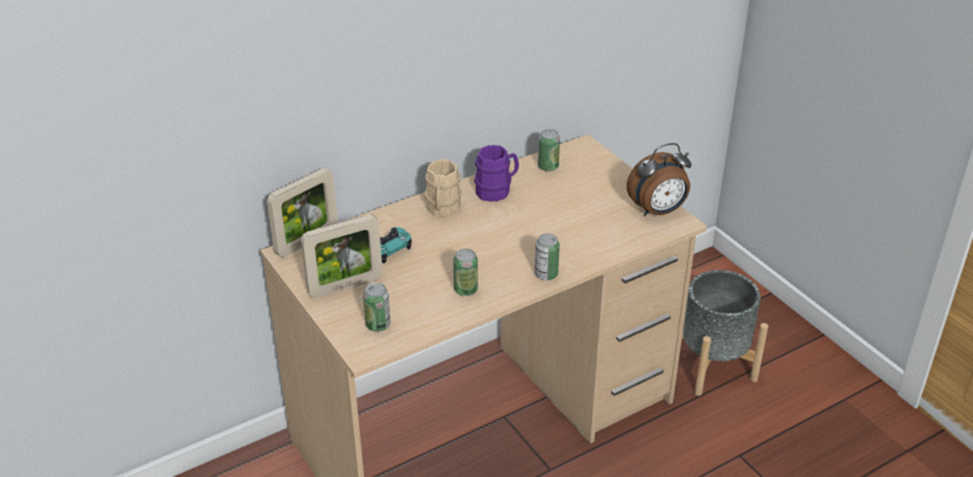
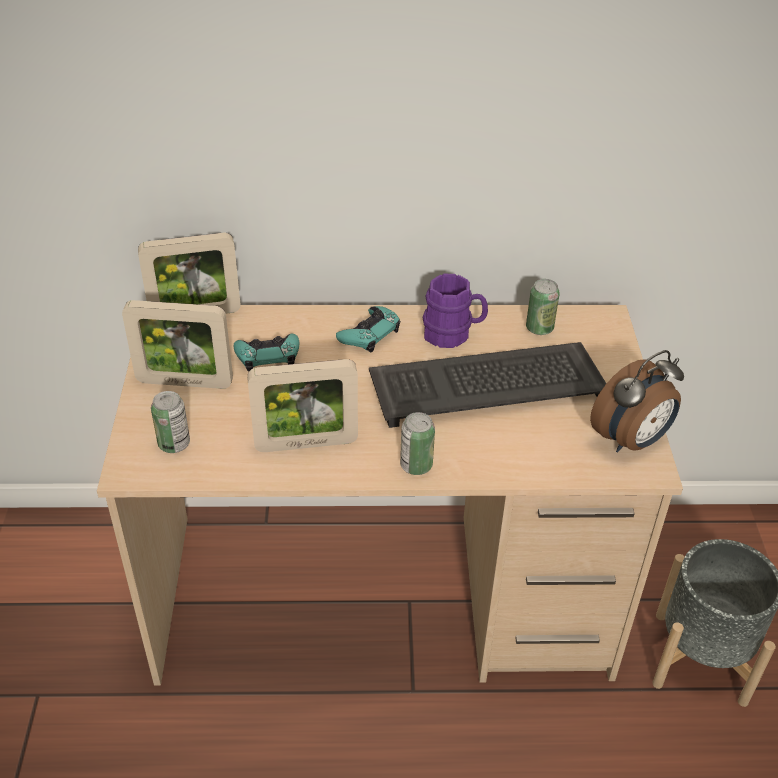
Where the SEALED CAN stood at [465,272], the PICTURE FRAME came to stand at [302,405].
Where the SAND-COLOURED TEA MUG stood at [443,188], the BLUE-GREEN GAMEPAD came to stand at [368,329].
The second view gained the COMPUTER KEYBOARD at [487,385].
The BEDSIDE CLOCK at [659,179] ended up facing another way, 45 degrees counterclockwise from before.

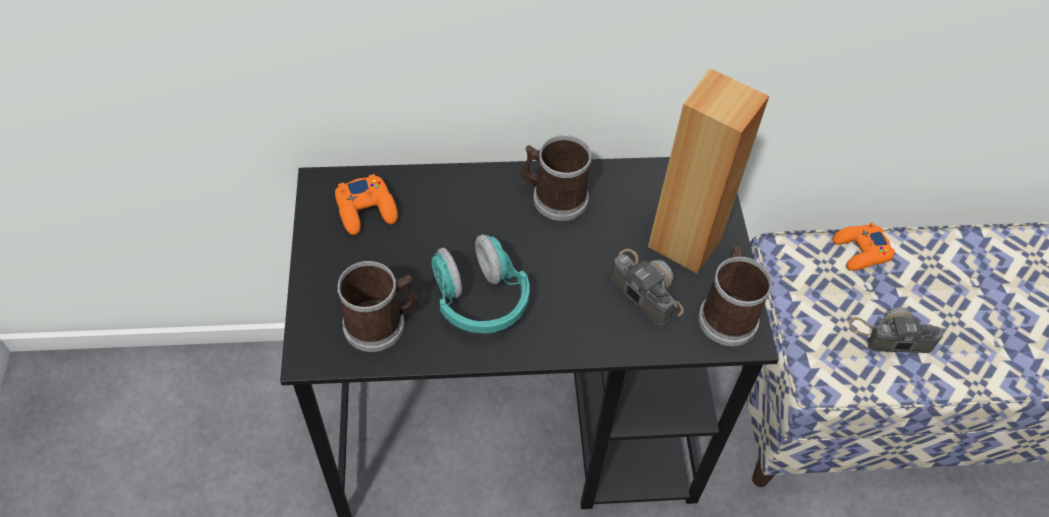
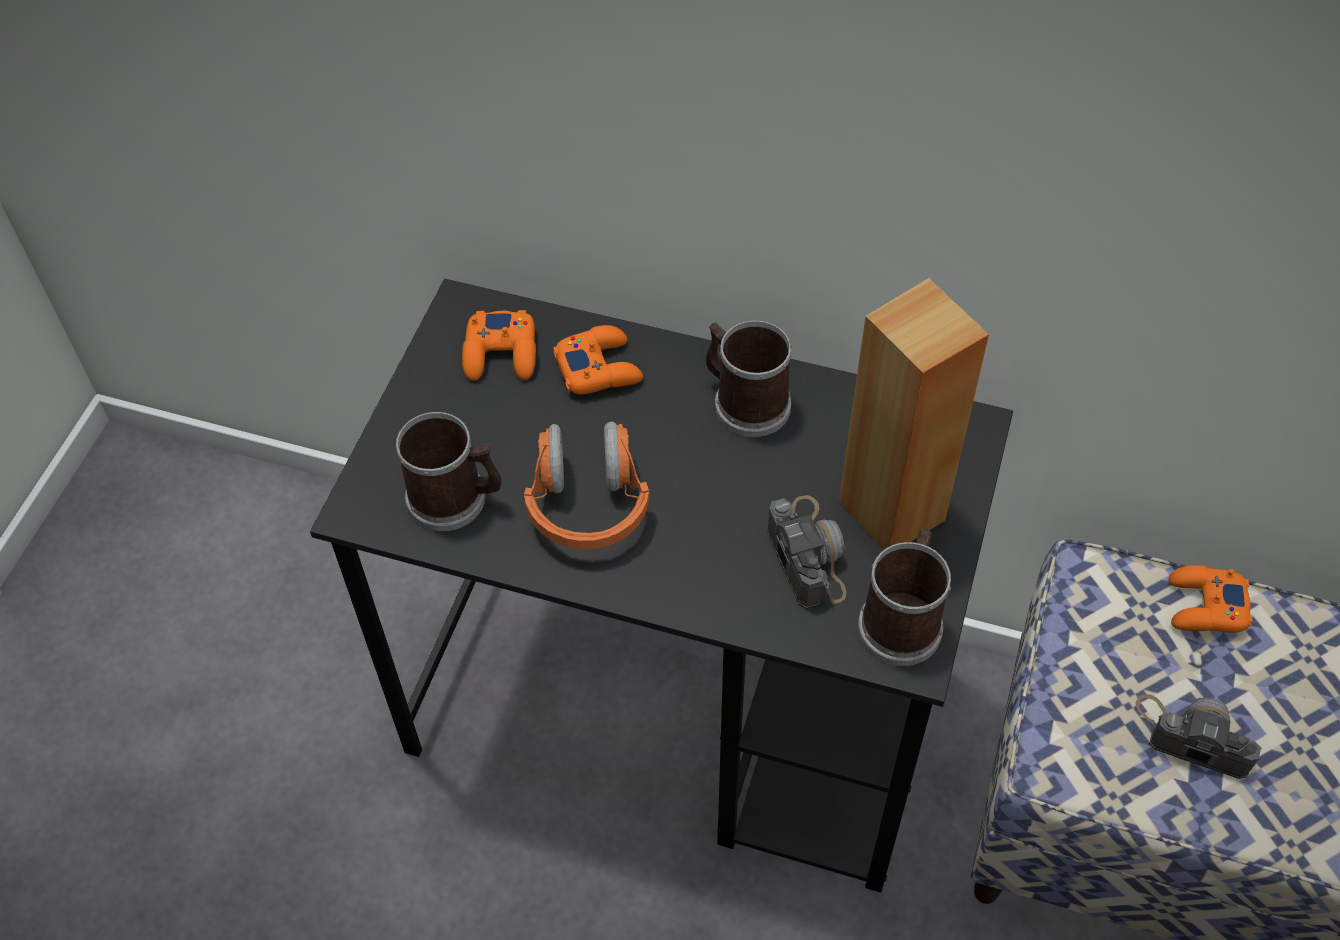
What was the BLUE-GREEN HEADSET at [480,283] turned into the ORANGEY HEADSET at [586,485].
The second view gained the ORANGEY GAMEPAD at [598,360].

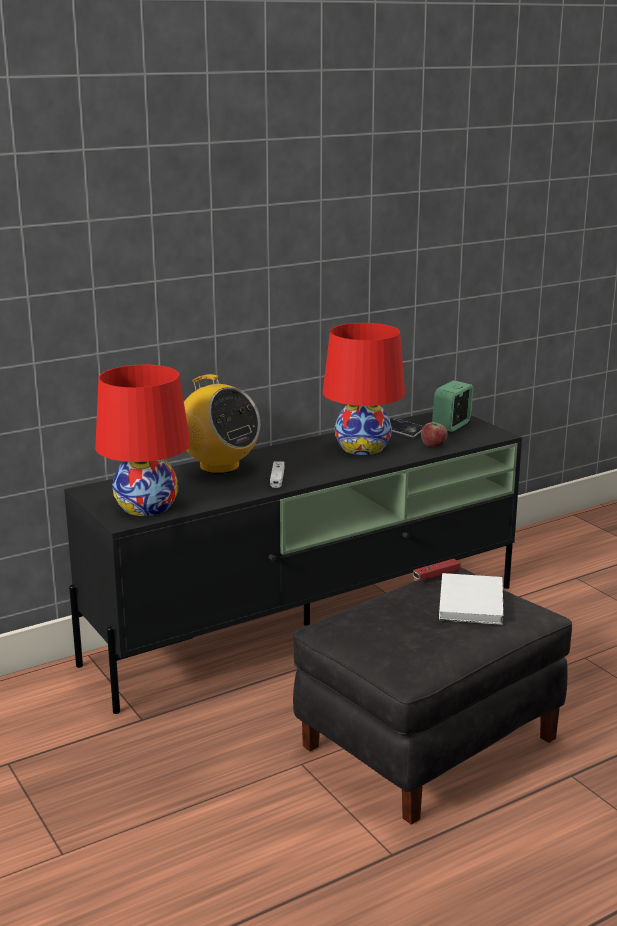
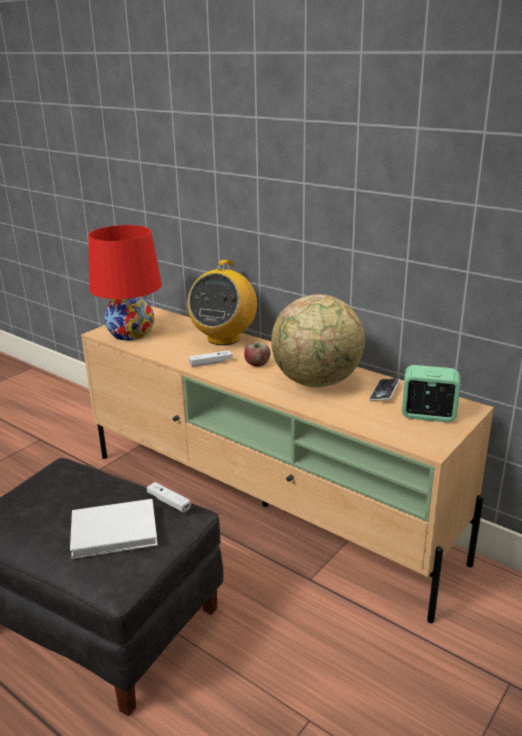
What was the BLACK-COLOURED MEDIA CONSOLE at [293,563] turned into the SAND-COLOURED MEDIA CONSOLE at [287,464].
What was the RED-COLOURED GAMEPAD at [437,569] turned into the WHITE-COLOURED GAMEPAD at [169,497].
The APPLE ended up elsewhere, having gone from [434,434] to [257,354].
Where the RED-COLOURED LAMP FOR A TABLE stood at [364,389], the GLOBE came to stand at [318,340].

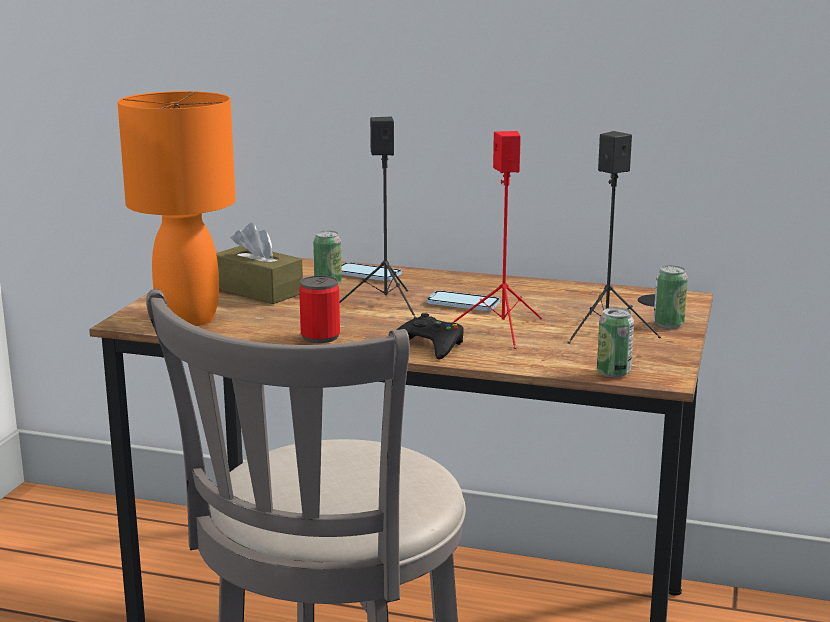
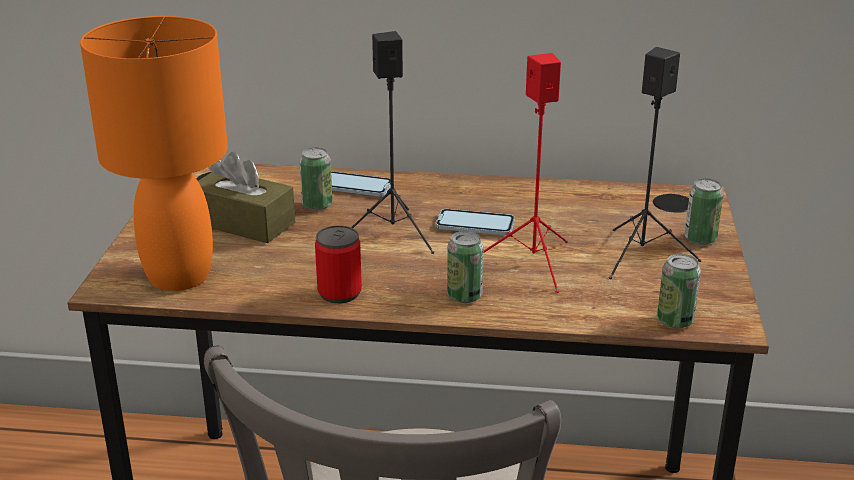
Where the BLACK-COLOURED GAMEPAD stood at [430,336], the SEALED CAN came to stand at [465,267].

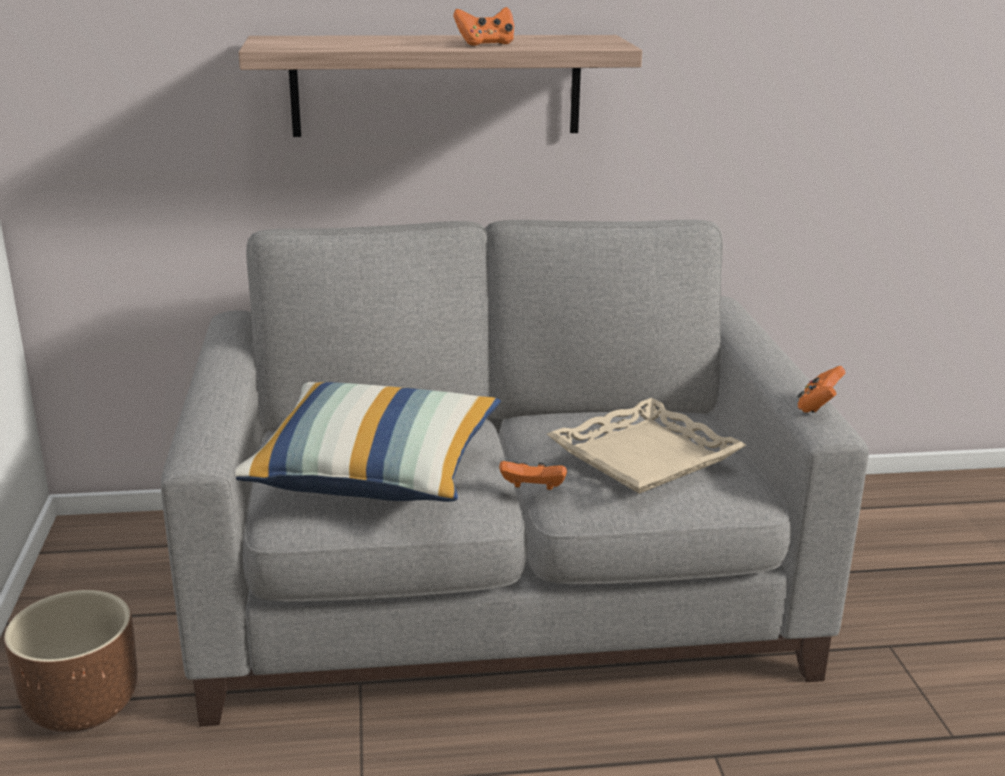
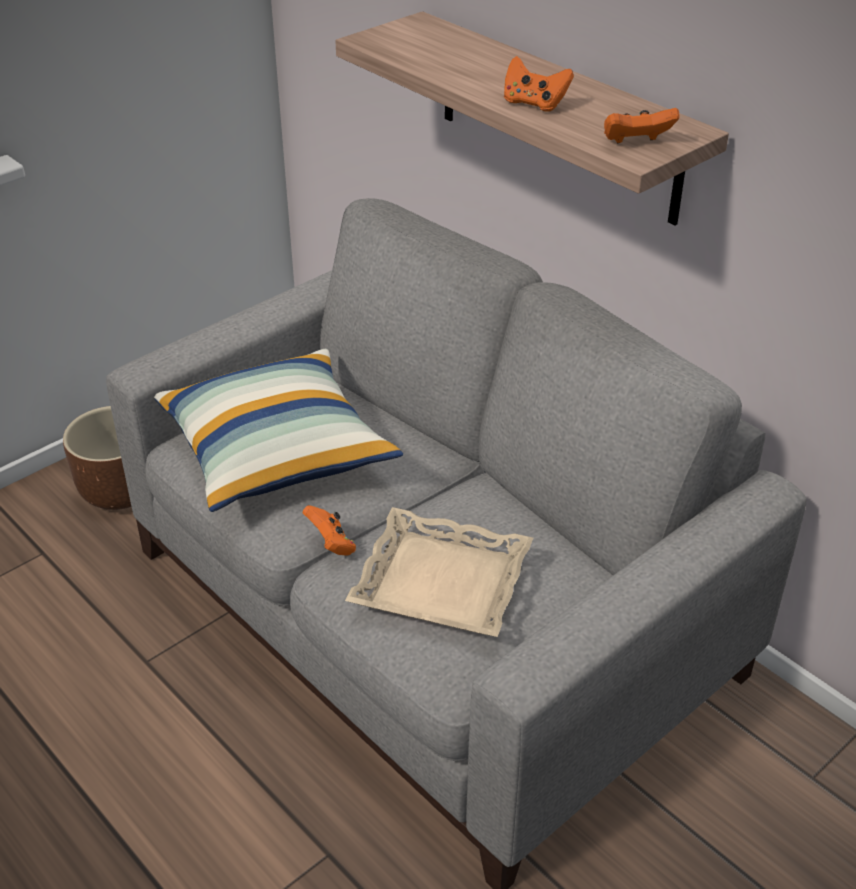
The ORANGEY GAMEPAD ended up elsewhere, having gone from [821,389] to [642,125].

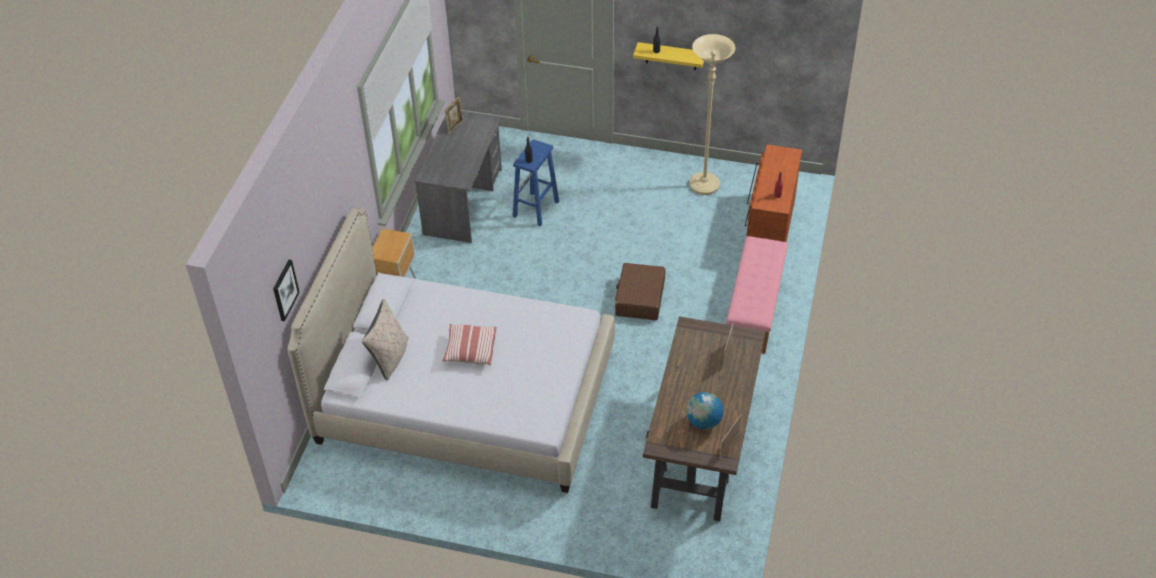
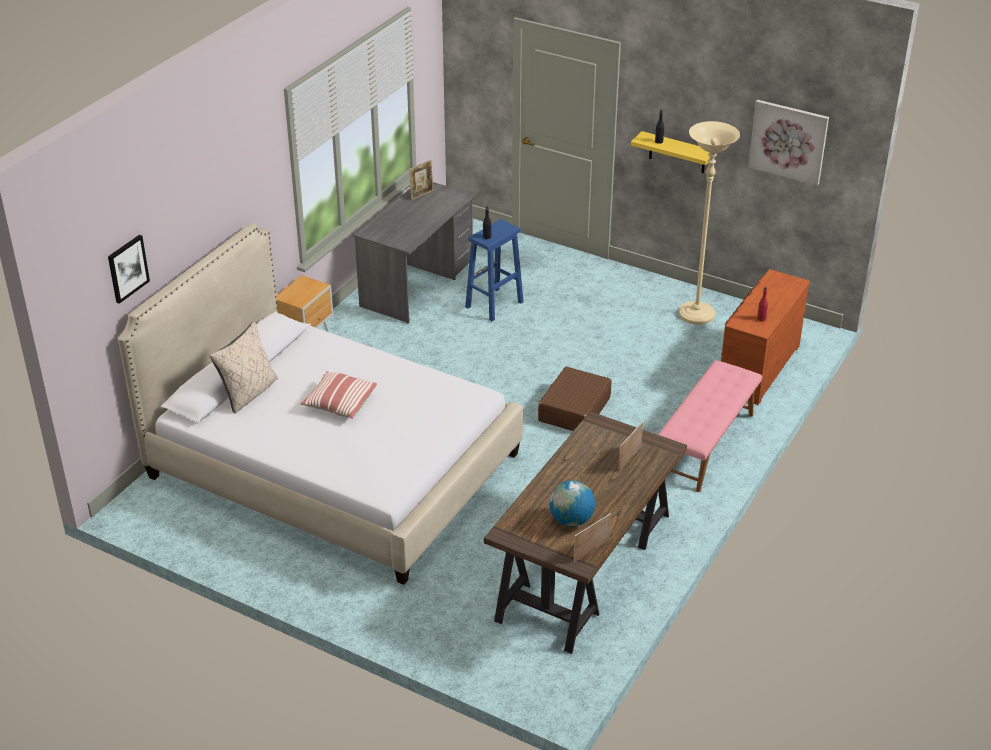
The second view gained the PICTURE at [788,143].

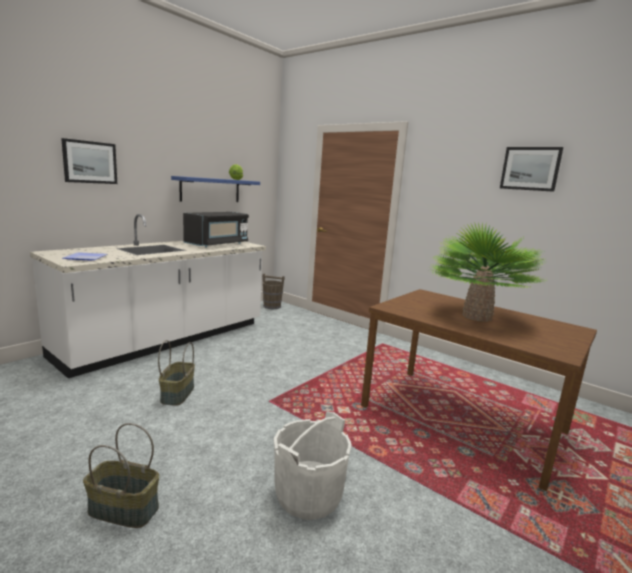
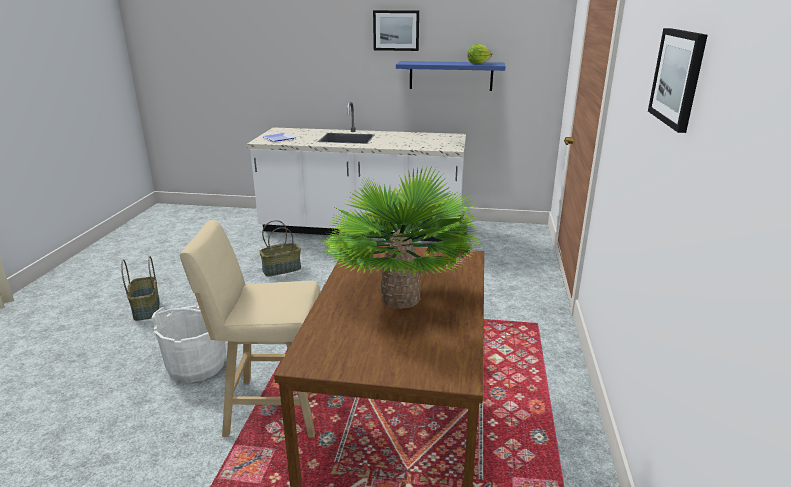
The second view gained the SAND-COLOURED SITTING STOOL at [250,328].
The PICTURE ended up elsewhere, having gone from [89,161] to [396,30].
The second view lost the BLACK-COLOURED MICROWAVE OVEN at [216,230].
The second view lost the BROWN-COLOURED BUCKET at [273,291].

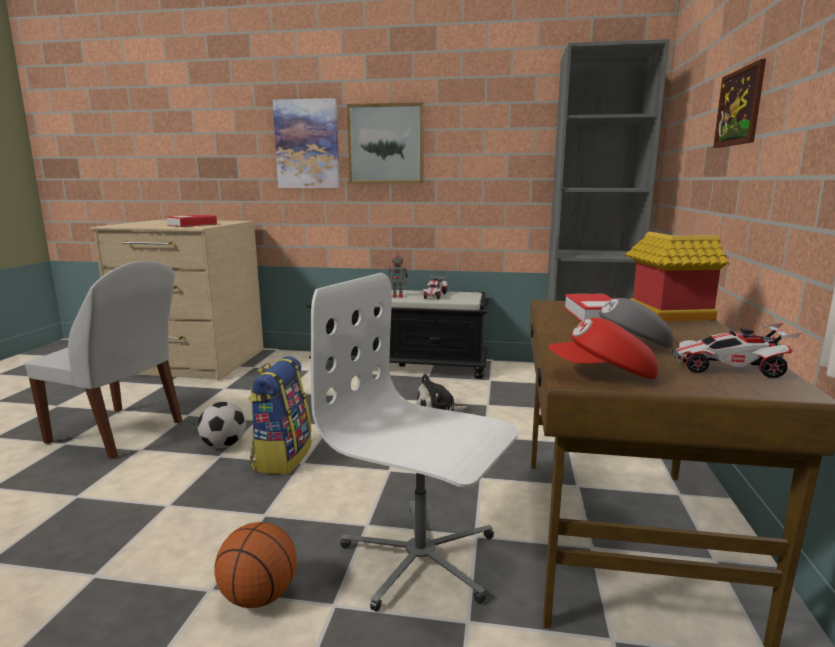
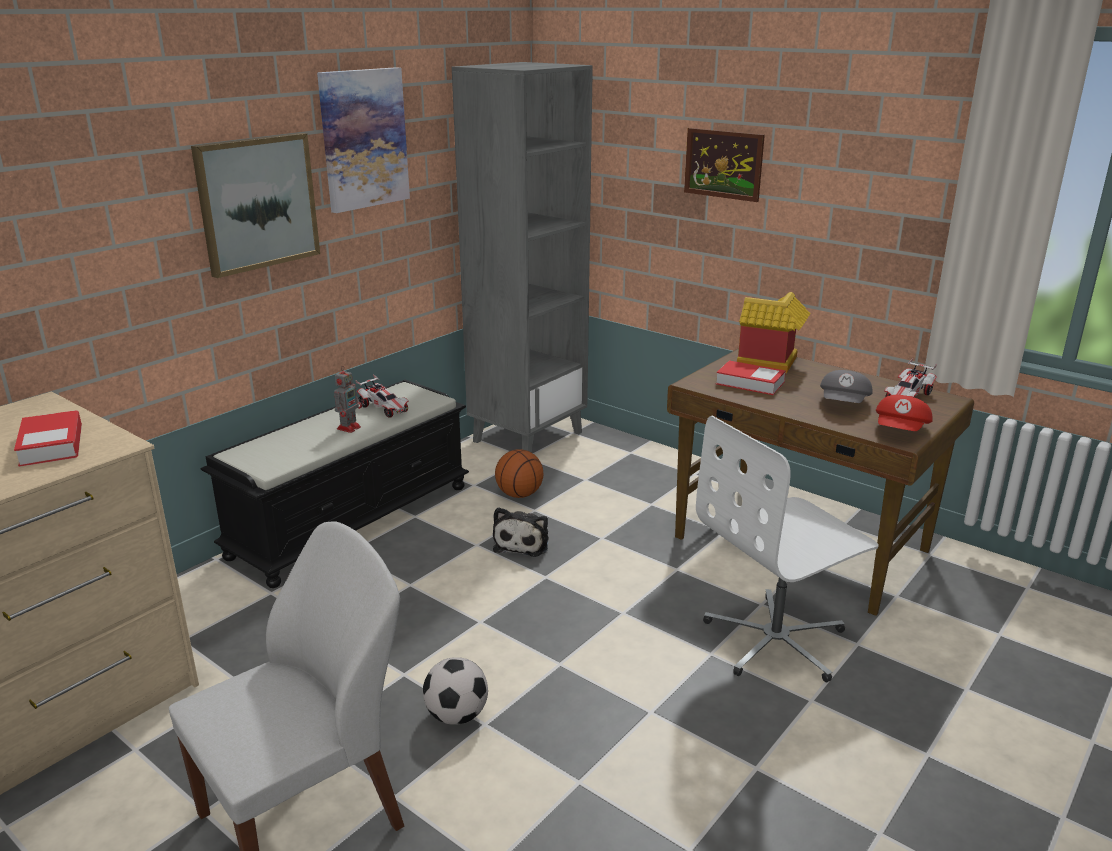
The PICTURE ended up elsewhere, having gone from [306,143] to [363,140].
The BALL FOR BASKETBALL ended up elsewhere, having gone from [256,565] to [519,473].
The second view lost the KNAPSACK at [280,415].

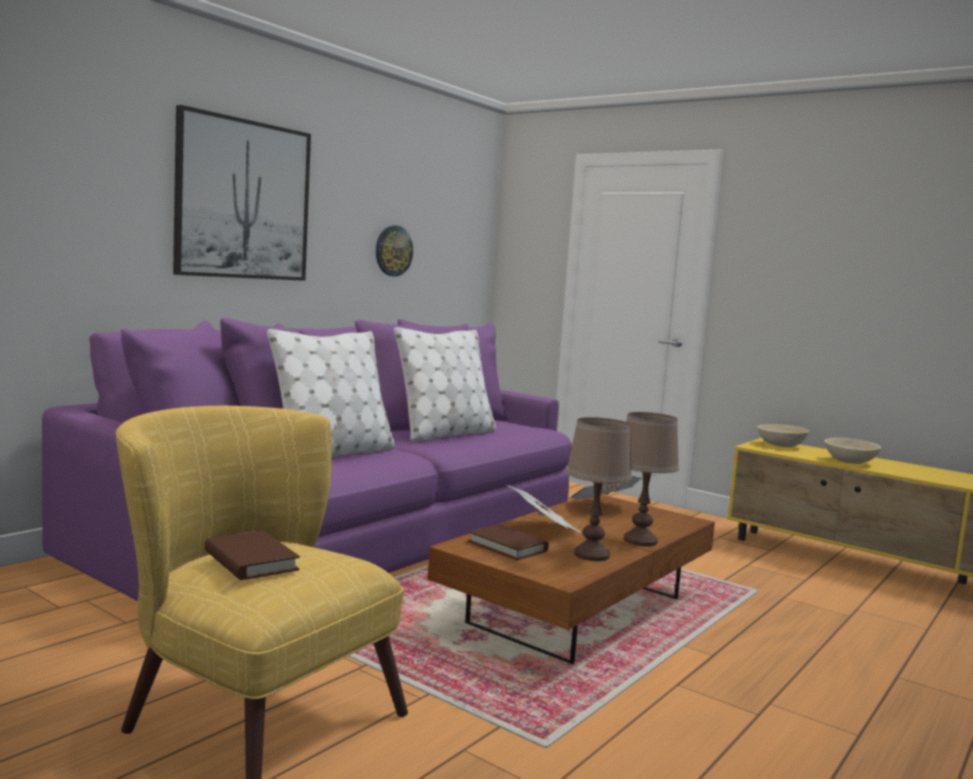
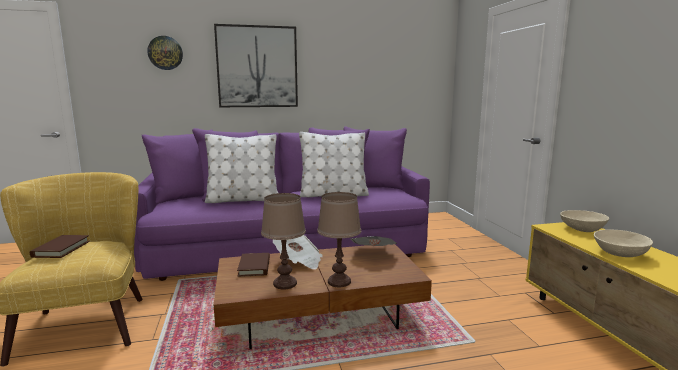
The CLOCK ON THE WALL ended up elsewhere, having gone from [394,251] to [165,53].

